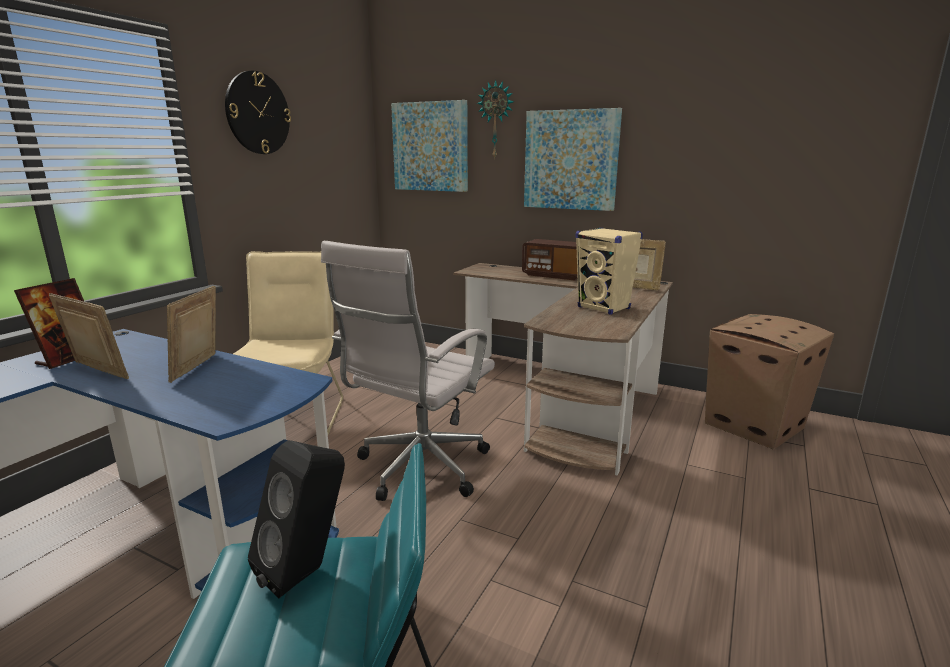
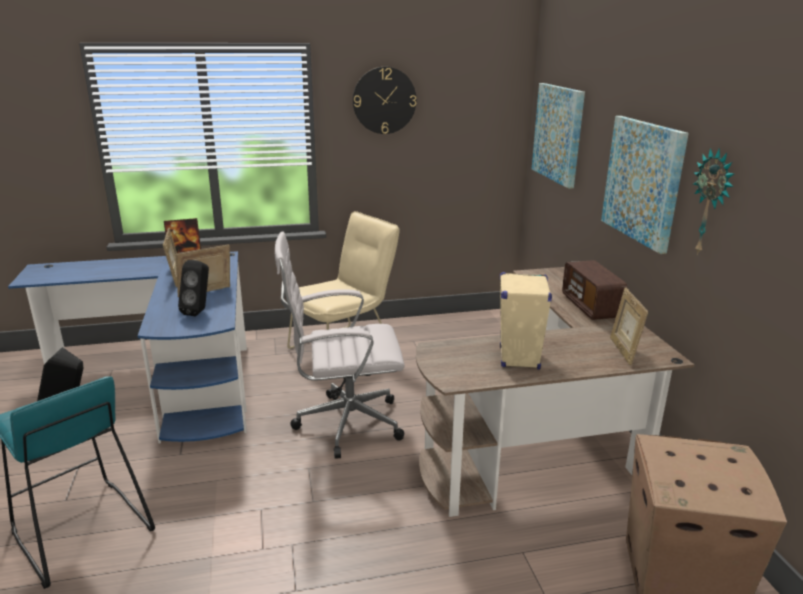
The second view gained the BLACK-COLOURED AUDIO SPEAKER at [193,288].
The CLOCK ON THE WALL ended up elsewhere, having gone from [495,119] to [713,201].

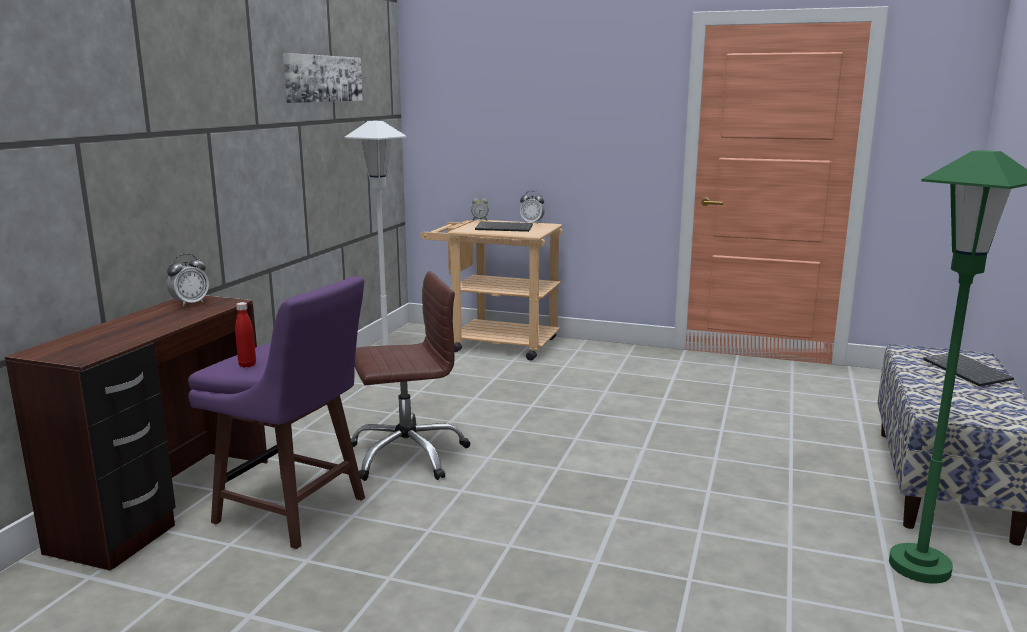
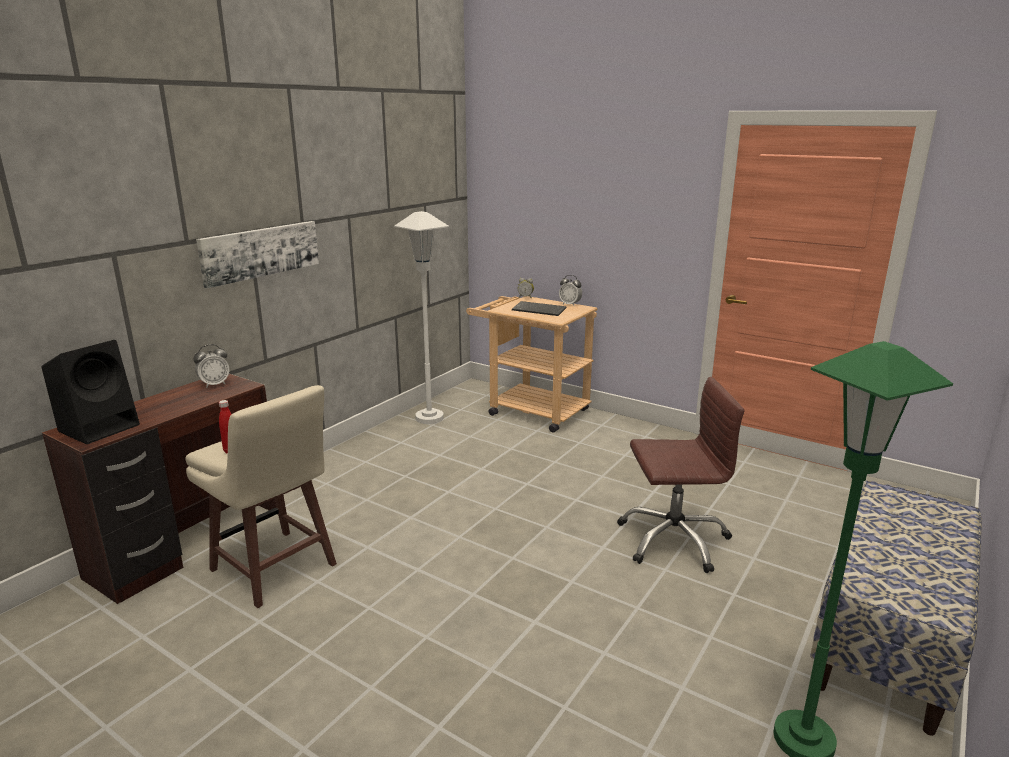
The second view gained the BLACK-COLOURED AUDIO SPEAKER at [90,392].
What was the PURPLE SITTING STOOL at [276,412] turned into the SAND-COLOURED SITTING STOOL at [261,496].
The PICTURE ended up elsewhere, having gone from [323,78] to [257,254].
The BROWN-COLOURED COMPUTER CHAIR ended up elsewhere, having gone from [411,376] to [681,475].
The second view lost the COMPUTER KEYBOARD at [968,370].

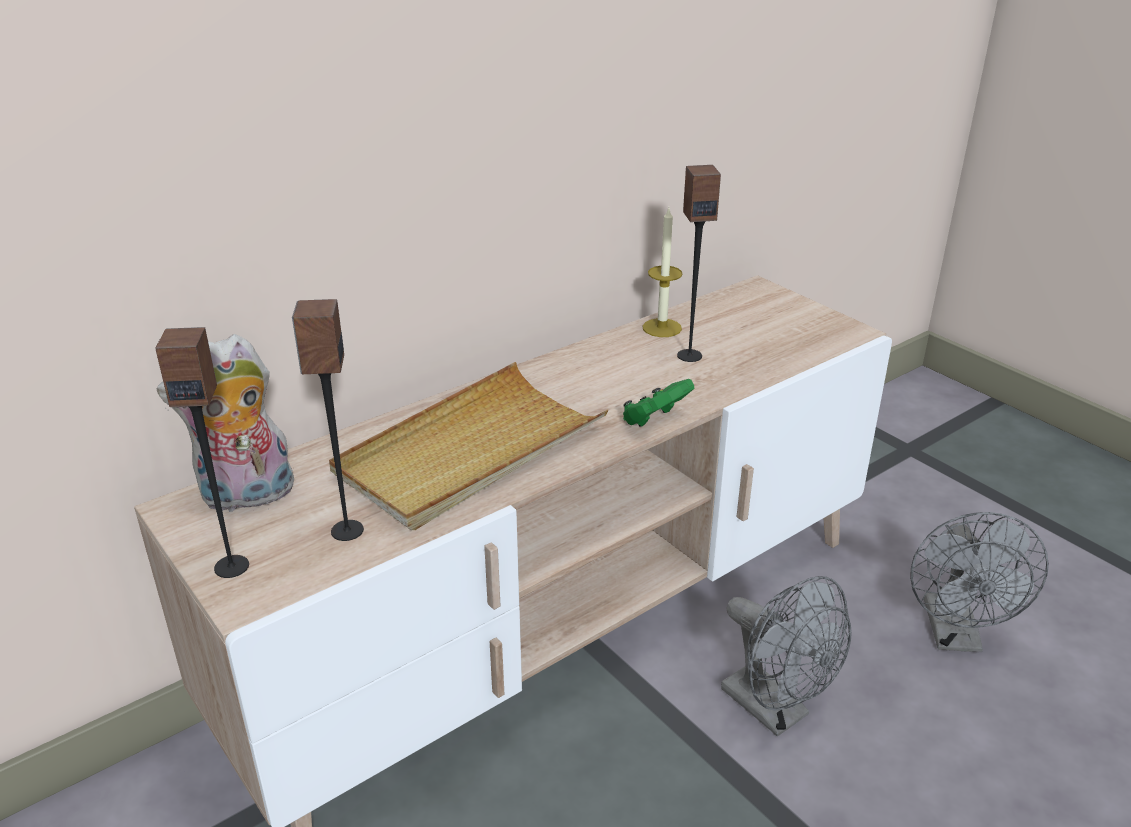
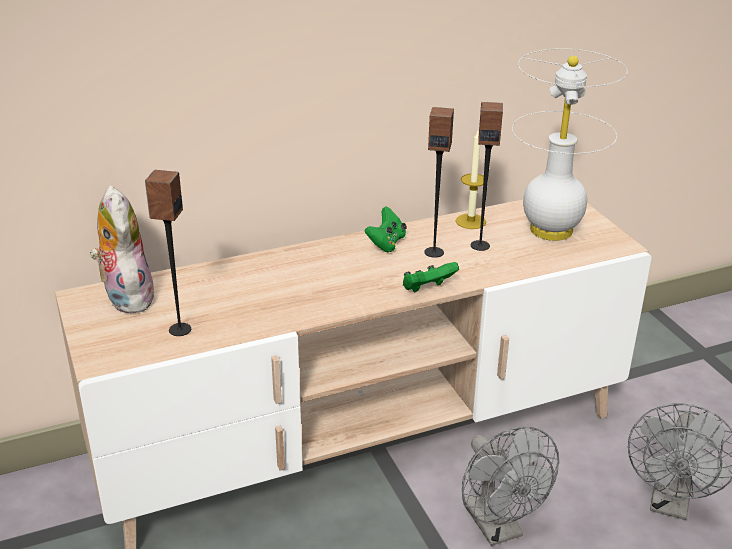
The SOFT TOY at [225,423] ended up facing another way, 75 degrees clockwise from before.
The second view gained the GREEN-COLOURED GAMEPAD at [386,229].
The AUDIO SPEAKER ended up elsewhere, having gone from [202,452] to [439,182].
The second view gained the WHITE-COLOURED LAMP FOR A TABLE at [570,144].
The second view lost the SAND-COLOURED SERVING TRAY at [468,446].

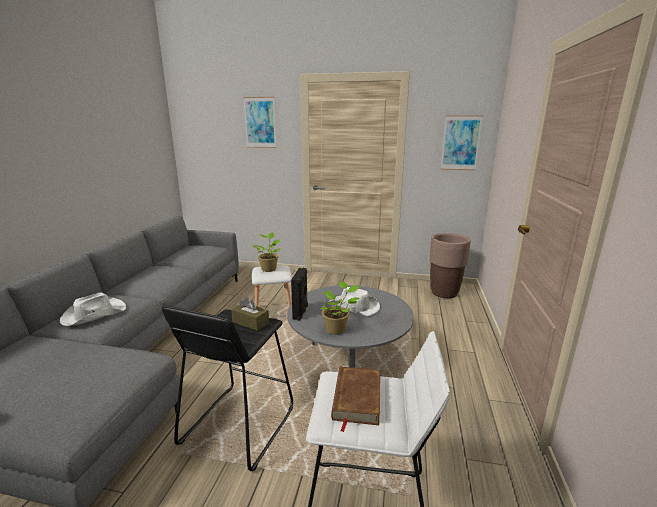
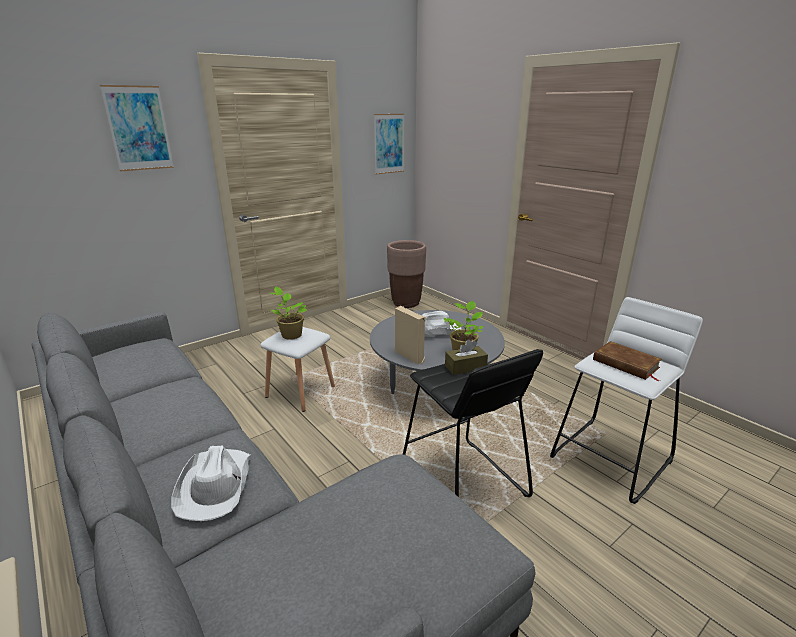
What was the BLACK-COLOURED AUDIO SPEAKER at [299,294] turned into the SAND-COLOURED AUDIO SPEAKER at [410,335].

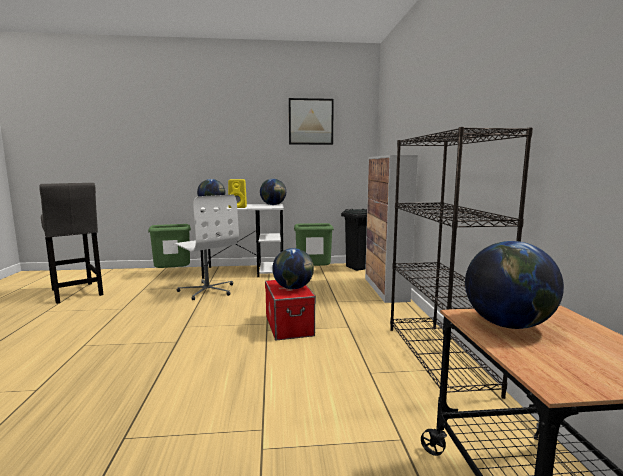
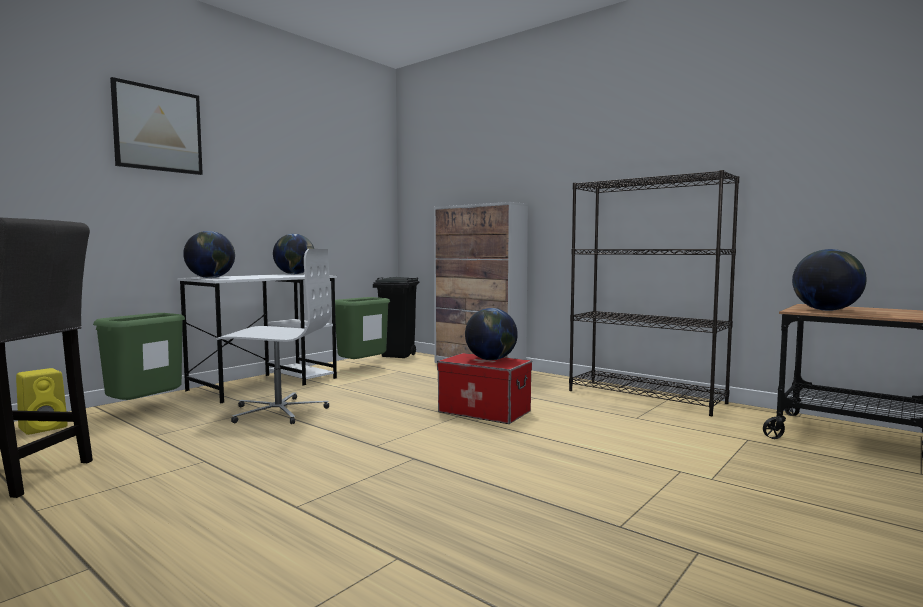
The YELLOW-COLOURED AUDIO SPEAKER ended up elsewhere, having gone from [237,193] to [42,401].
The PICTURE ended up elsewhere, having gone from [311,121] to [156,126].

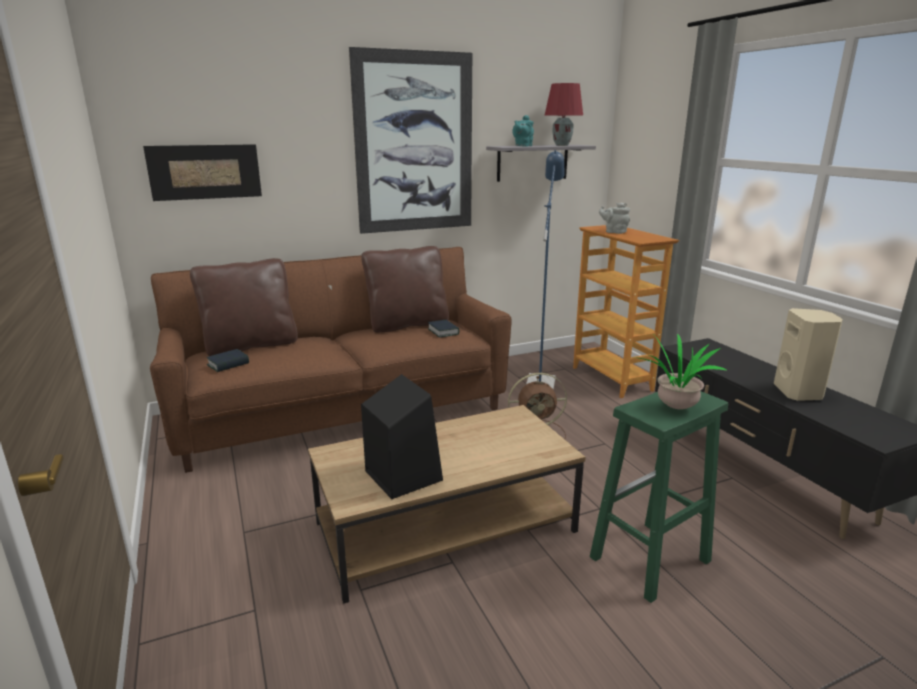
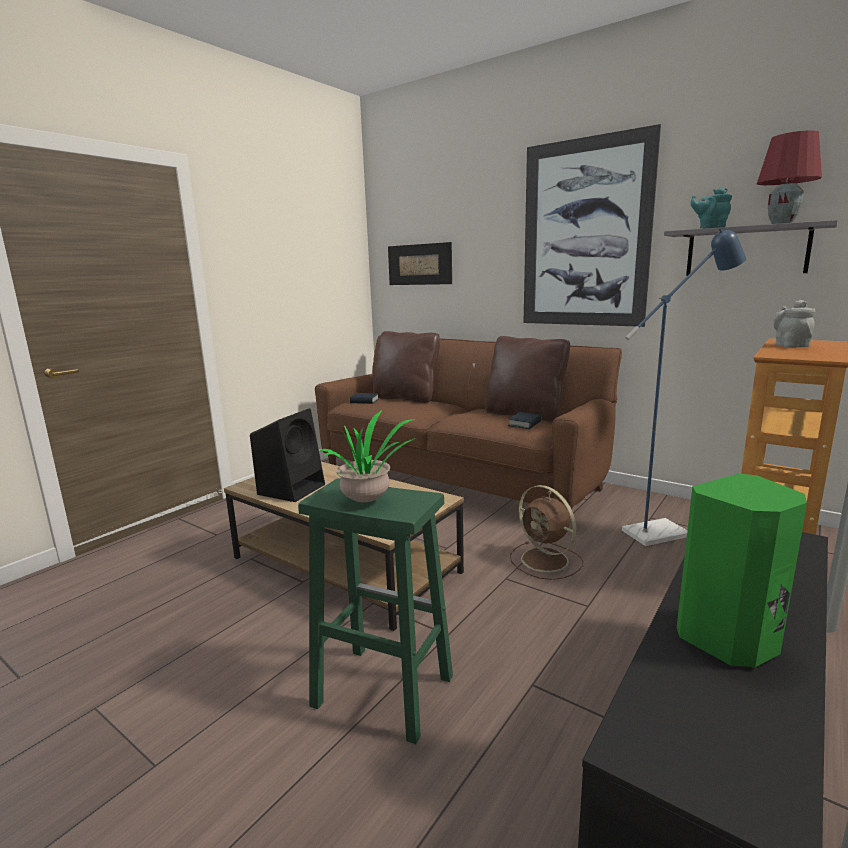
What was the SAND-COLOURED AUDIO SPEAKER at [808,354] turned into the GREEN-COLOURED AUDIO SPEAKER at [742,570].

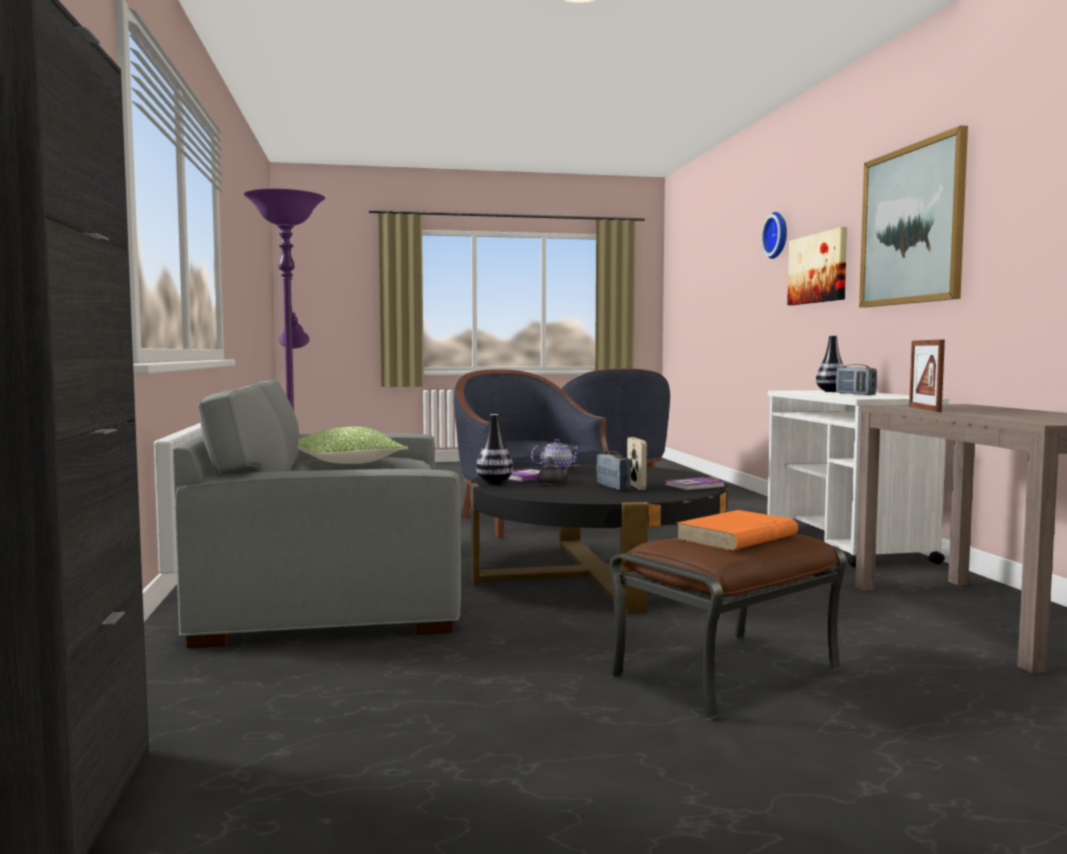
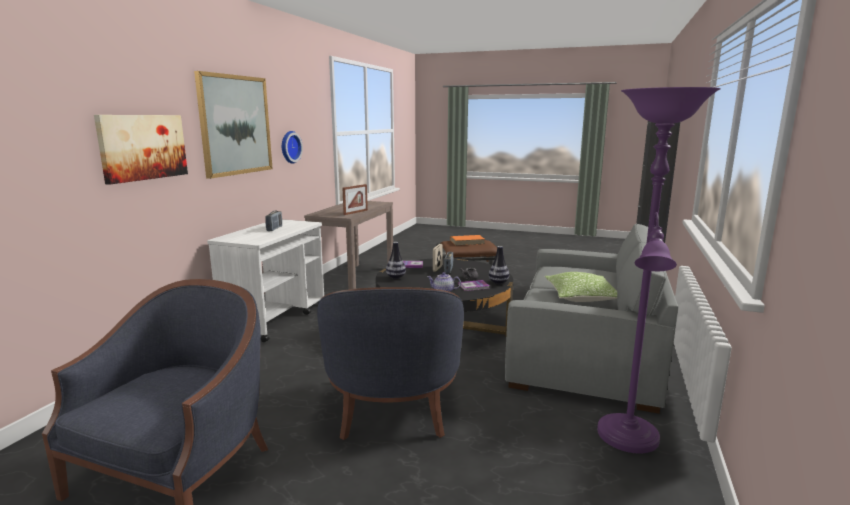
The CLOCK ON THE WALL ended up elsewhere, having gone from [774,235] to [292,147].
The DECORATIVE VASE ended up elsewhere, having gone from [830,364] to [396,260].

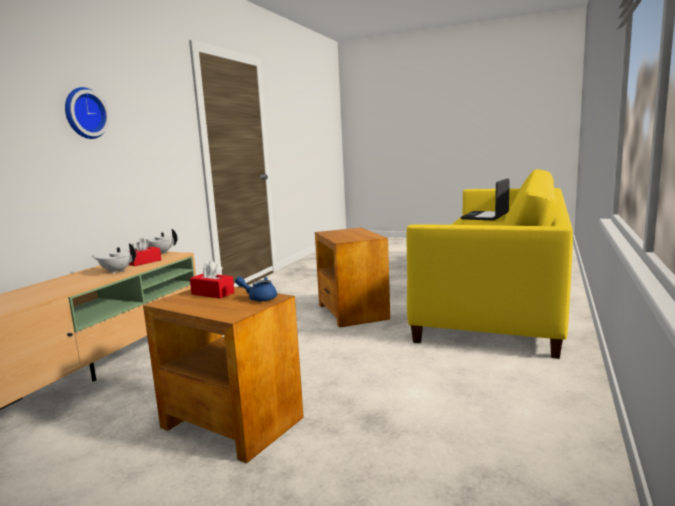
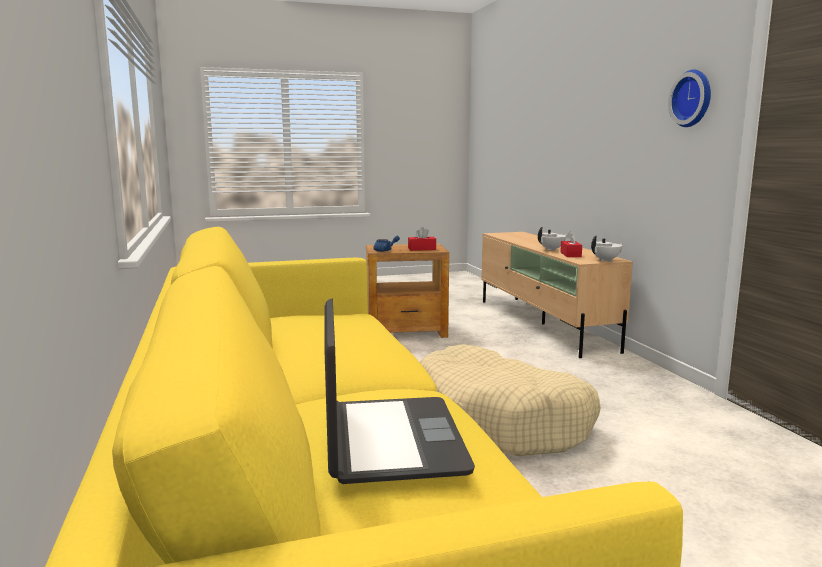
Where the BROWN-COLOURED END TABLE stood at [352,278], the SAND-COLOURED PET BED came to stand at [510,400].
The CLOCK ON THE WALL ended up elsewhere, having gone from [87,113] to [689,98].

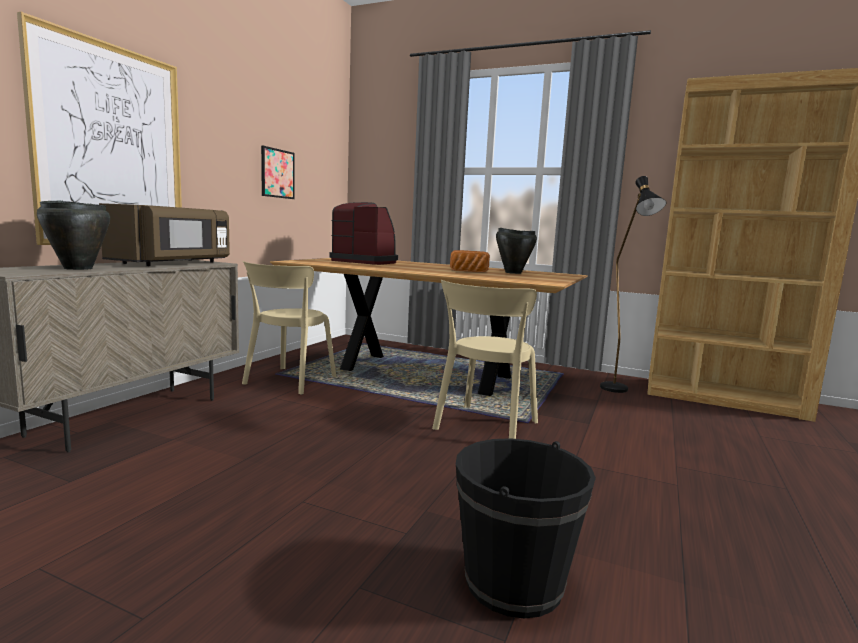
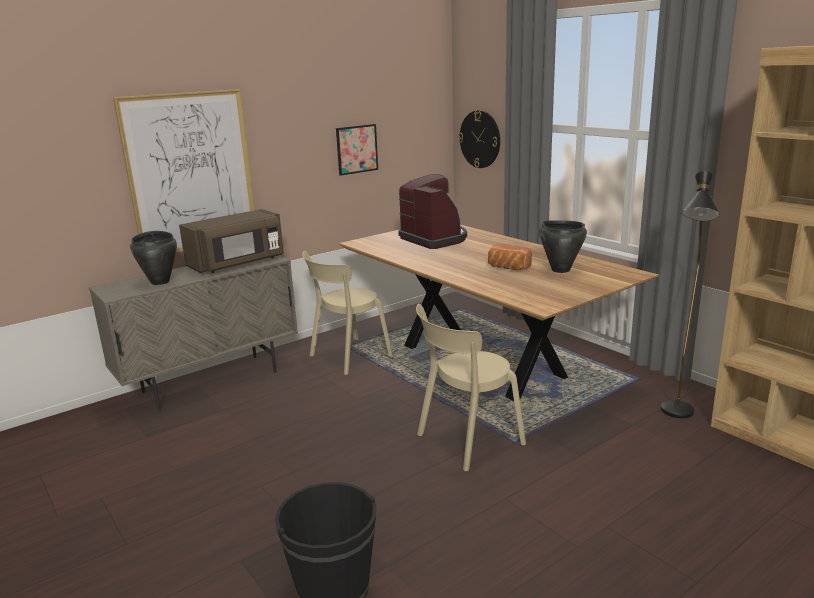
The second view gained the CLOCK ON THE WALL at [479,139].

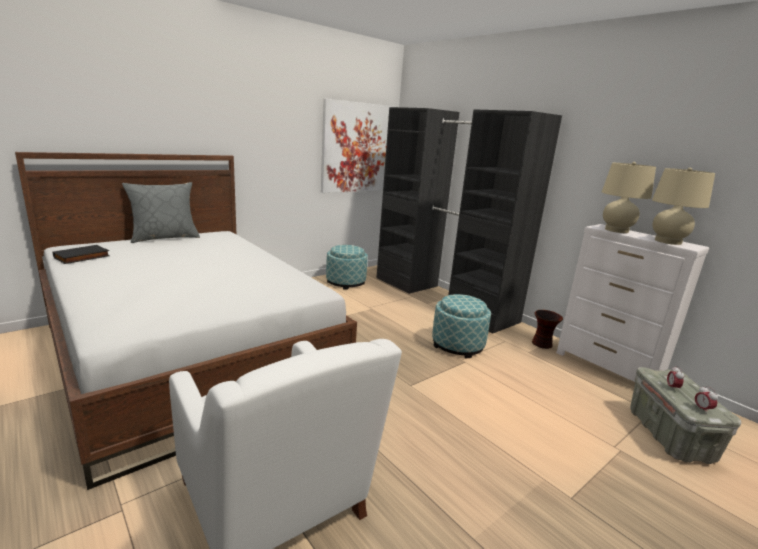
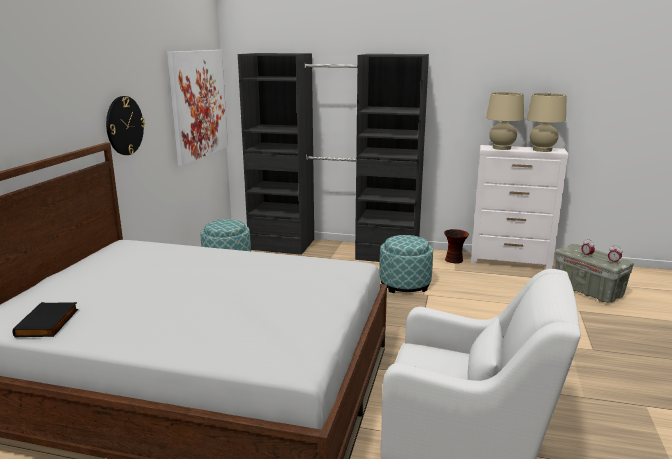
The second view gained the CLOCK ON THE WALL at [125,125].
The second view lost the GREYISH THROW PILLOW at [161,212].

